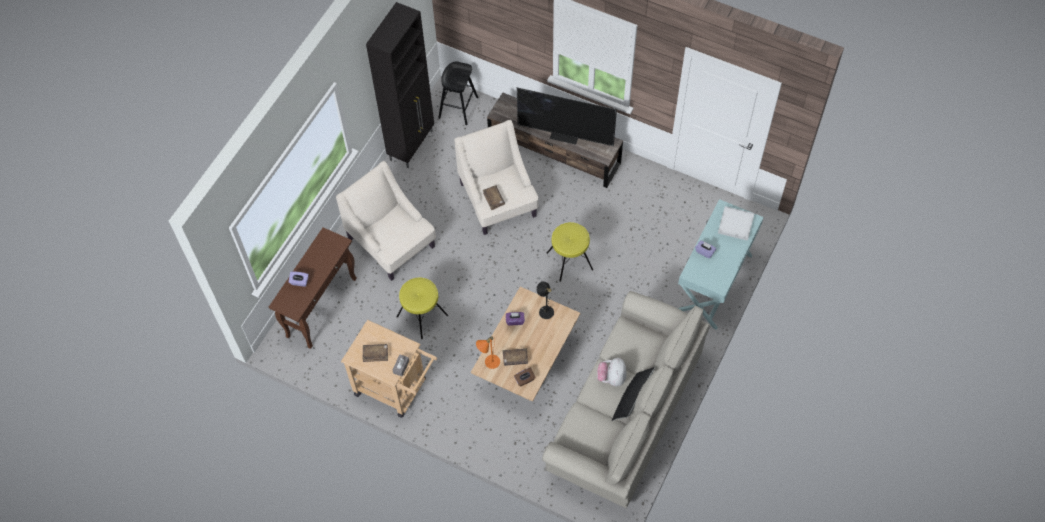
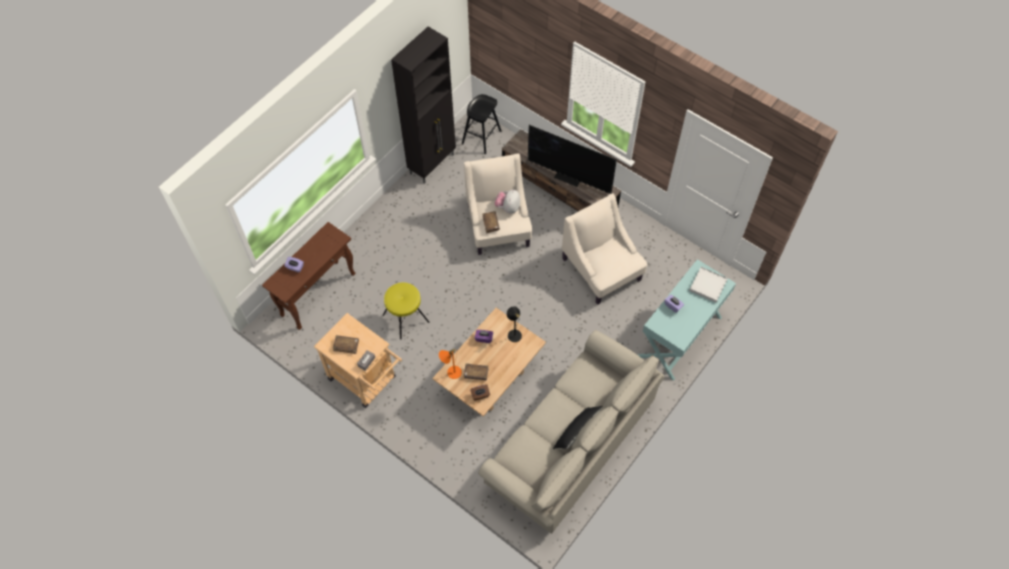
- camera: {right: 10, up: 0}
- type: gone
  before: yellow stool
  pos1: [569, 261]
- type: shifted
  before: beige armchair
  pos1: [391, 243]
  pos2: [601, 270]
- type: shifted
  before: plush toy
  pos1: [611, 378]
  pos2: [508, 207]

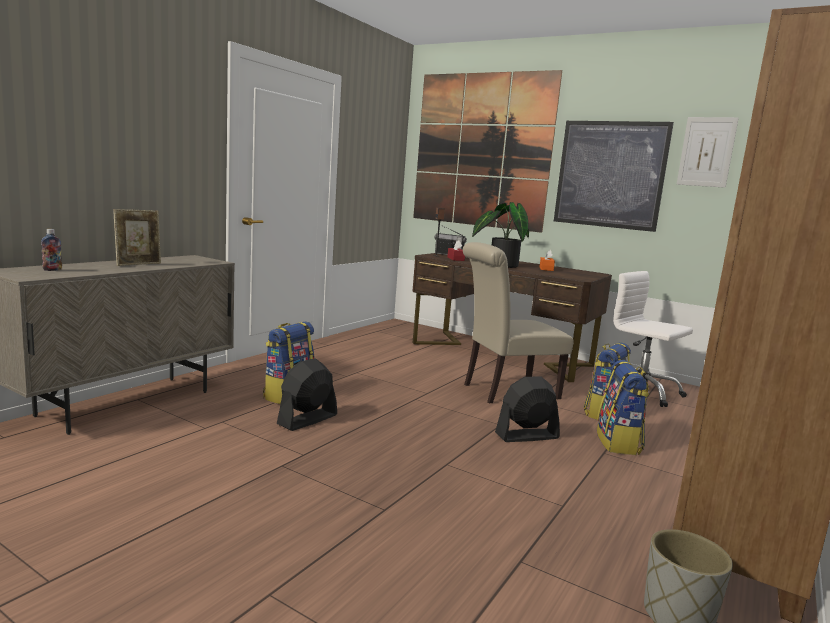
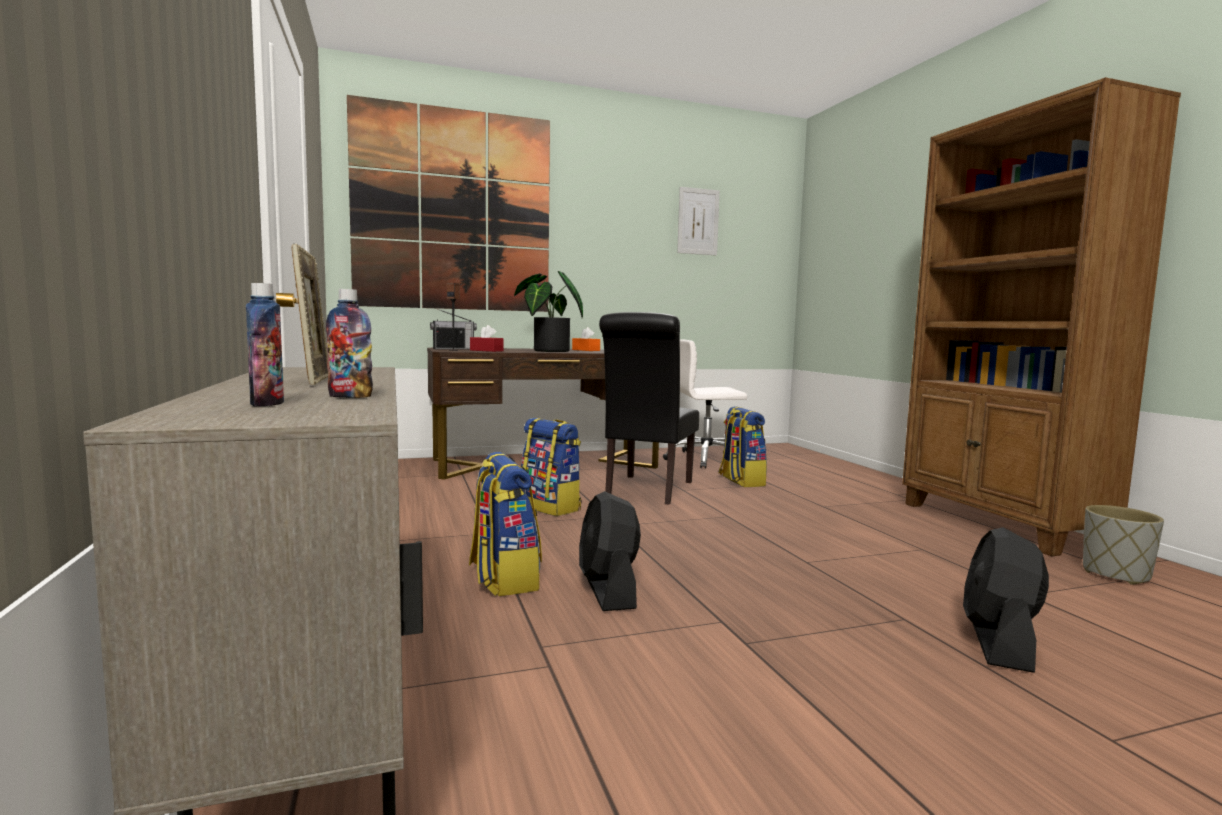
- camera: {right: -50, up: -5}
- type: gone
  before: picture
  pos1: [610, 174]
- type: new
  after: bottle
  pos2: [350, 396]
- type: shifted
  before: black fan
  pos1: [526, 436]
  pos2: [999, 643]
- type: shifted
  before: backpack
  pos1: [619, 443]
  pos2: [551, 507]
- type: repainted
  before: beige chair
  after: black chair
  pos1: [505, 391]
  pos2: [647, 491]

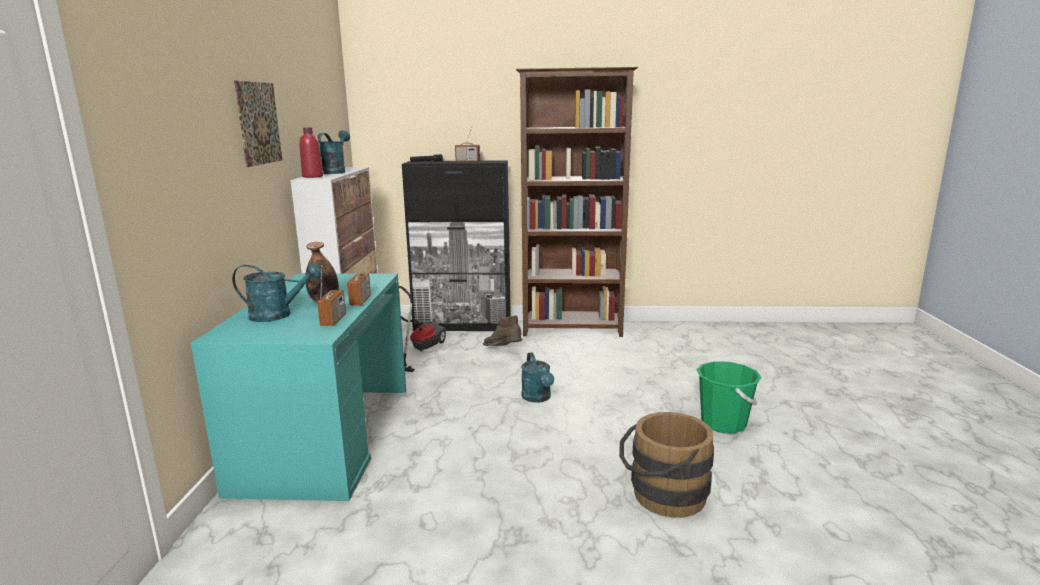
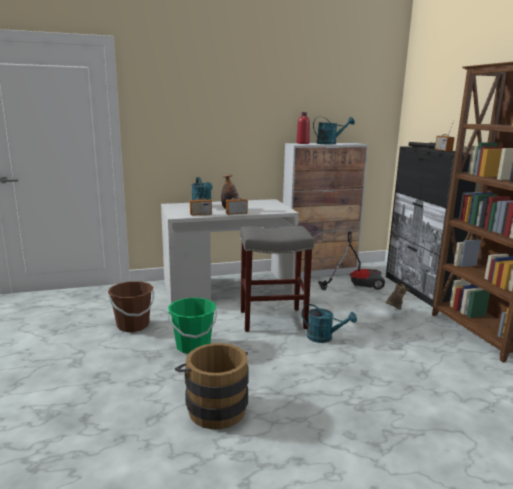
- camera: {right: 70, up: 0}
- type: gone
  before: picture
  pos1: [259, 123]
- type: new
  after: brown bucket
  pos2: [133, 325]
- type: new
  after: grey stool
  pos2: [272, 320]
- type: shifted
  before: green bucket
  pos1: [723, 423]
  pos2: [193, 346]
- type: repainted
  before: turquoise desk
  after: white desk
  pos1: [327, 436]
  pos2: [227, 287]
- type: rotated
  before: turquoise watering can
  pos1: [538, 398]
  pos2: [324, 338]
  turn: -120

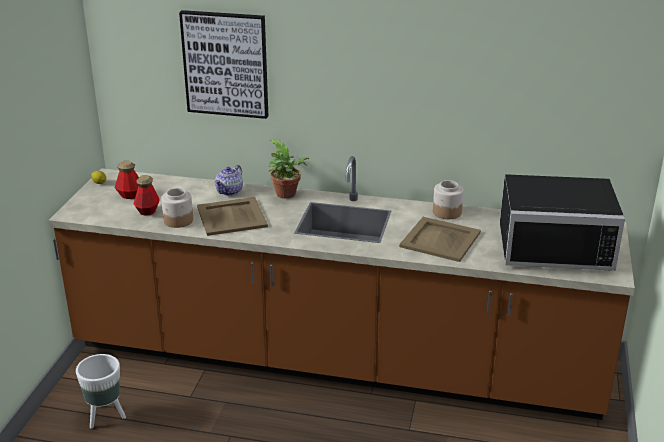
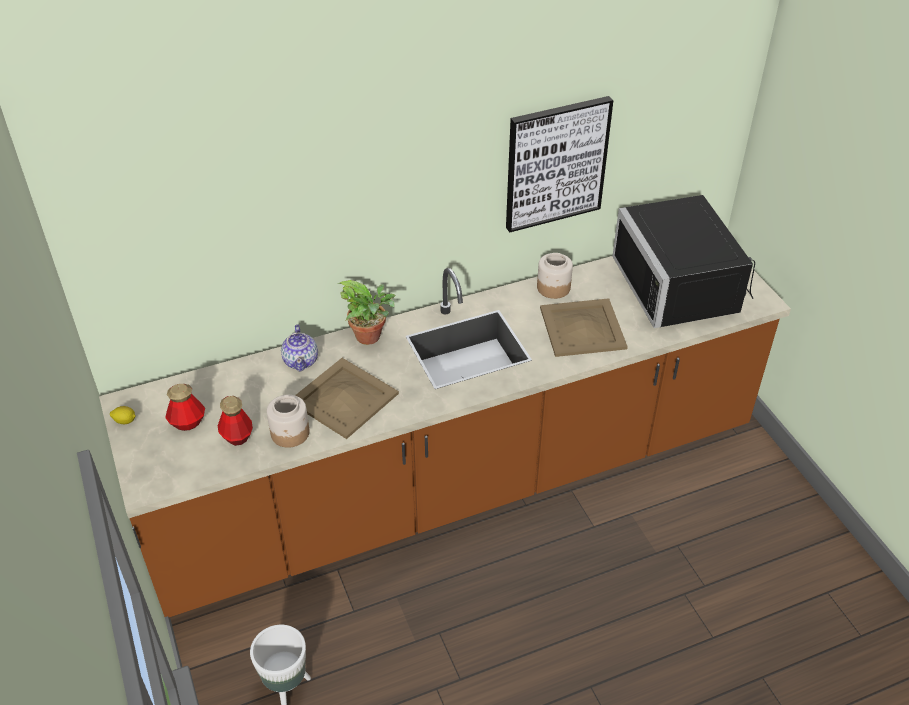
- camera: {right: -35, up: 15}
- type: shifted
  before: picture
  pos1: [226, 64]
  pos2: [555, 163]
- type: rotated
  before: black microwave
  pos1: [554, 244]
  pos2: [683, 286]
  turn: 105

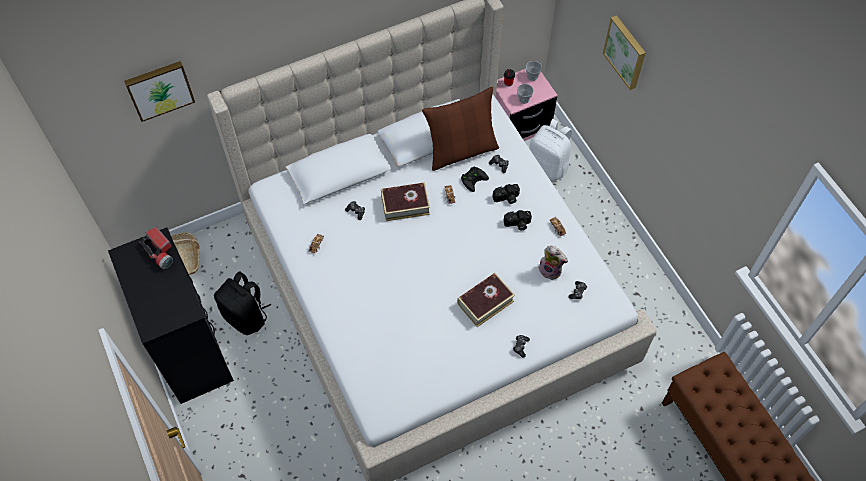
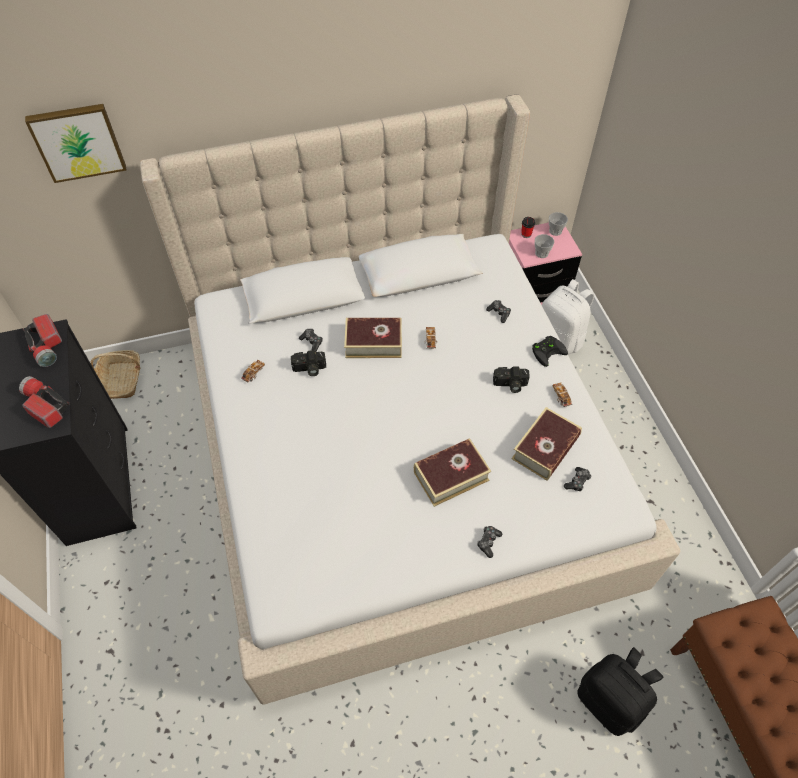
- camera: {right: 10, up: -5}
- type: gone
  before: brown pillow
  pos1: [461, 151]
- type: gone
  before: picture
  pos1: [626, 52]
- type: new
  after: flashlight
  pos2: [44, 406]
- type: shifted
  before: black backpack
  pos1: [246, 316]
  pos2: [610, 701]
- type: shifted
  before: black game controller
  pos1: [473, 178]
  pos2: [548, 351]
- type: shifted
  before: photo camera
  pos1: [506, 198]
  pos2: [309, 369]
- type: swapped
  before: plush toy
  after: book
  pos1: [551, 270]
  pos2: [545, 448]

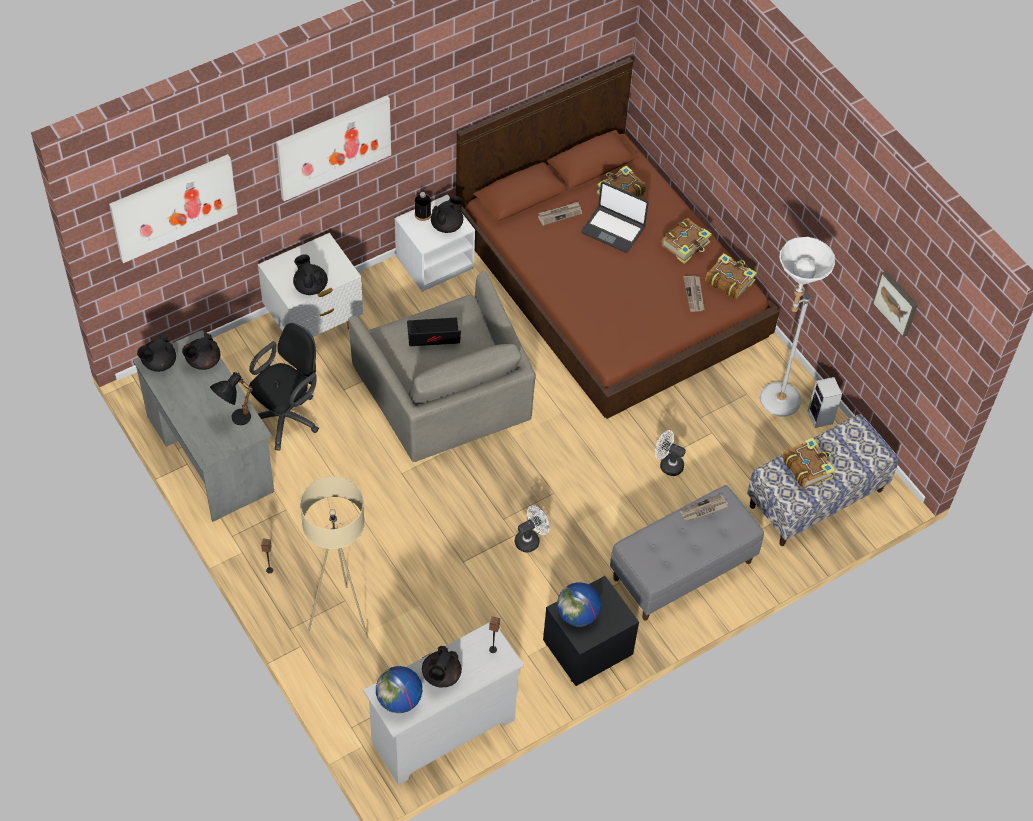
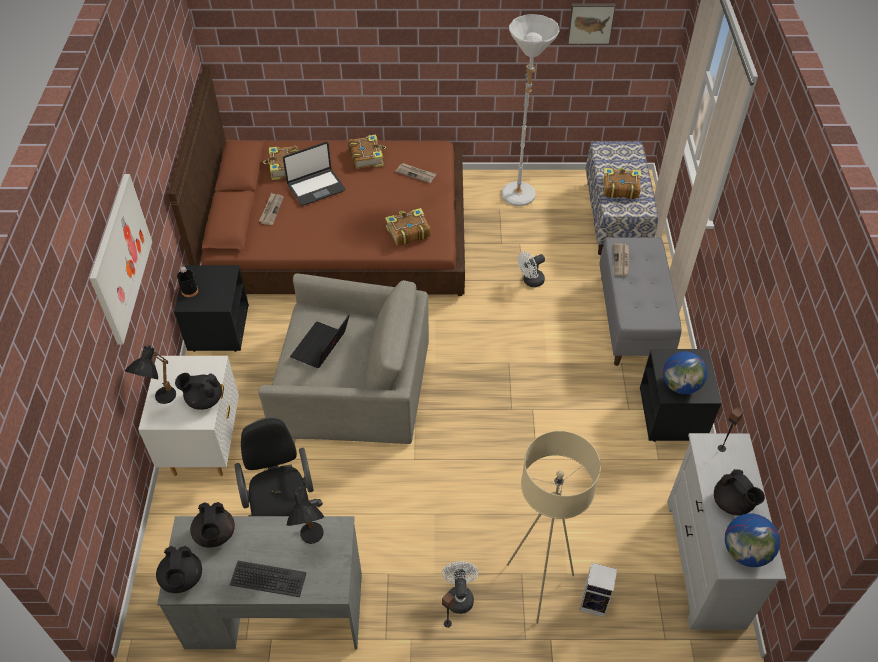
- camera: {right: -55, up: -5}
- type: gone
  before: picture
  pos1: [174, 207]
- type: gone
  before: black teapot
  pos1: [447, 225]
- type: new
  after: black table lamp
  pos2: [160, 401]
- type: new
  after: keyboard
  pos2: [268, 579]
- type: shifted
  before: white fan
  pos1: [530, 540]
  pos2: [459, 596]
- type: shifted
  before: book
  pos1: [729, 280]
  pos2: [407, 232]
- type: shifted
  before: speaker
  pos1: [821, 418]
  pos2: [595, 603]
- type: repainted
  before: white nightstand
  after: black nightstand
  pos1: [435, 262]
  pos2: [218, 327]

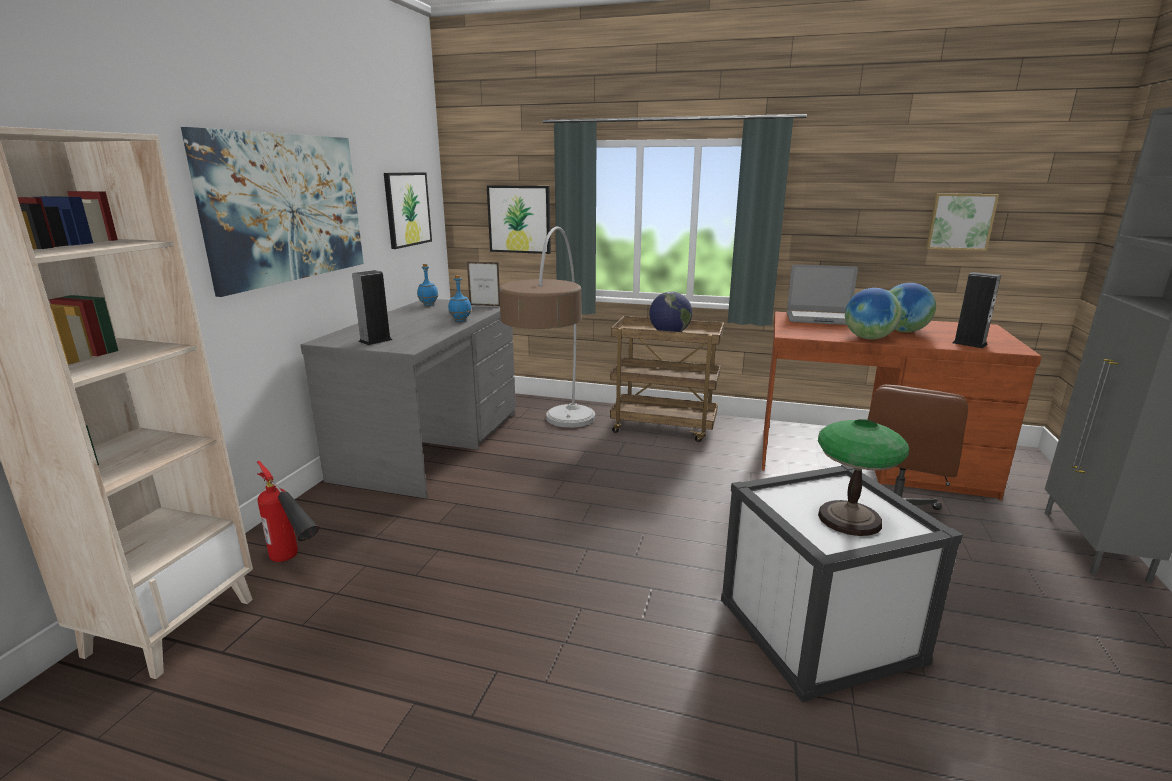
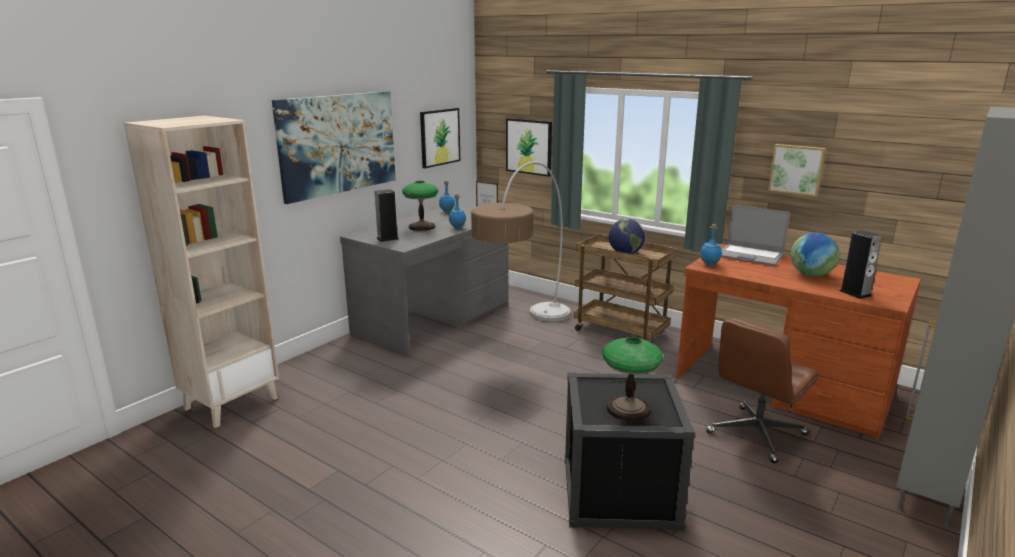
- camera: {right: 20, up: 0}
- type: gone
  before: fire extinguisher
  pos1: [295, 564]
- type: gone
  before: globe
  pos1: [868, 338]
- type: new
  after: table lamp
  pos2: [421, 227]
- type: new
  after: blue bottle
  pos2: [709, 264]
- type: shifted
  before: picture
  pos1: [960, 221]
  pos2: [796, 169]
- type: repainted
  before: white storage box
  after: black storage box
  pos1: [818, 630]
  pos2: [619, 492]

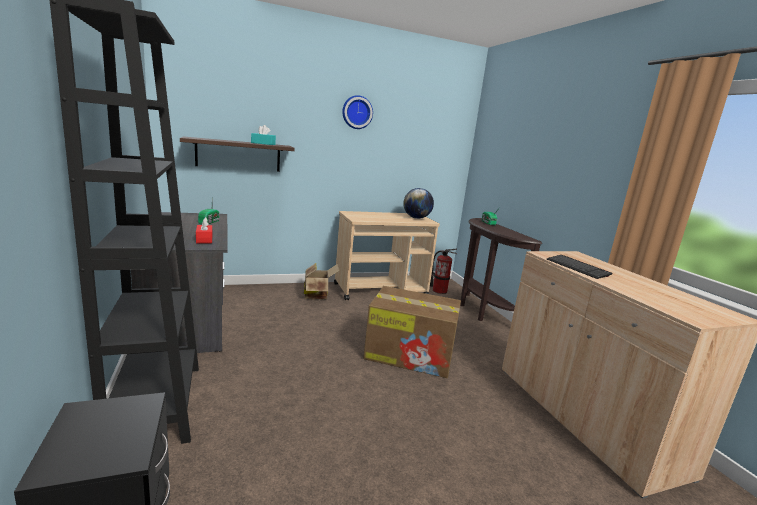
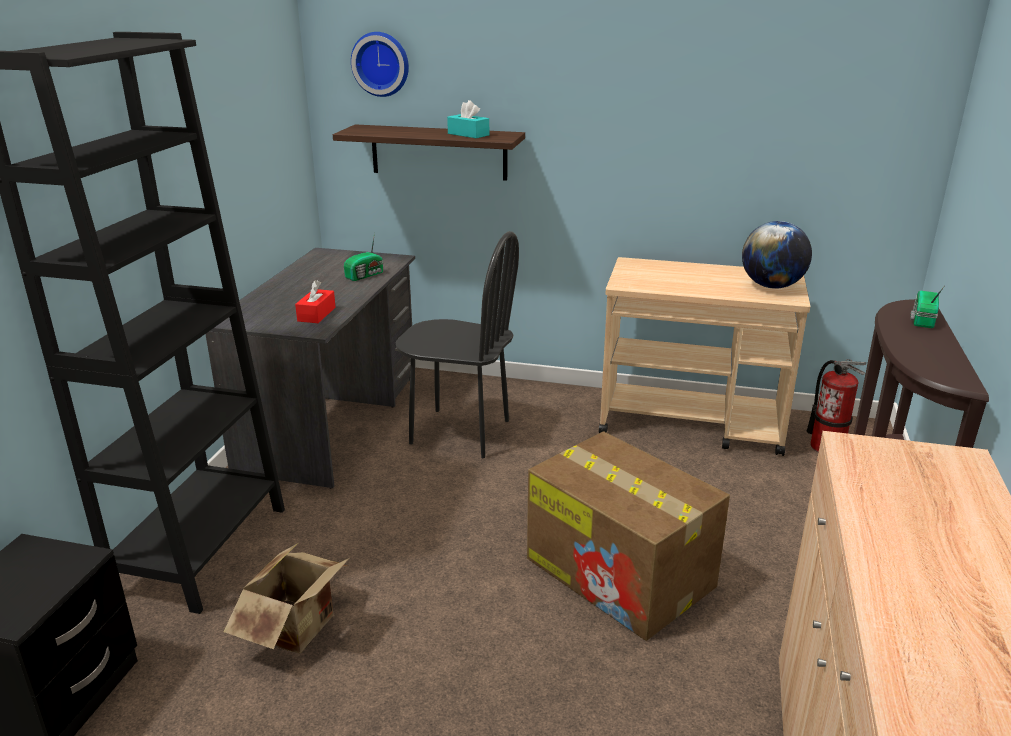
- camera: {right: 35, up: 10}
- type: gone
  before: keyboard
  pos1: [577, 268]
- type: new
  after: black chair
  pos2: [459, 432]
- type: shifted
  before: cardboard box
  pos1: [317, 295]
  pos2: [300, 628]
- type: shifted
  before: wall clock
  pos1: [357, 112]
  pos2: [381, 64]

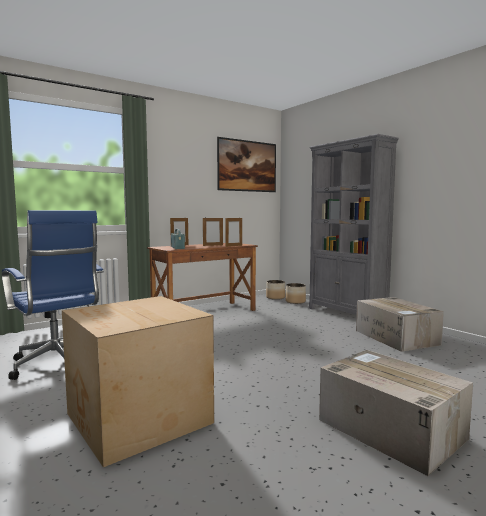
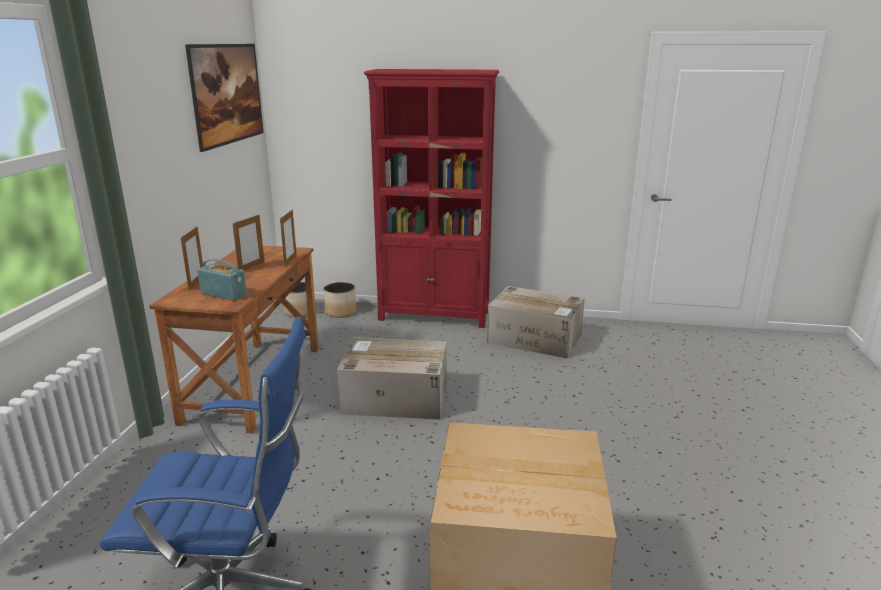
- camera: {right: -45, up: 15}
- type: shifted
  before: cardboard box
  pos1: [388, 428]
  pos2: [394, 397]
- type: repainted
  before: grey bookcase
  after: red bookcase
  pos1: [346, 314]
  pos2: [435, 316]

